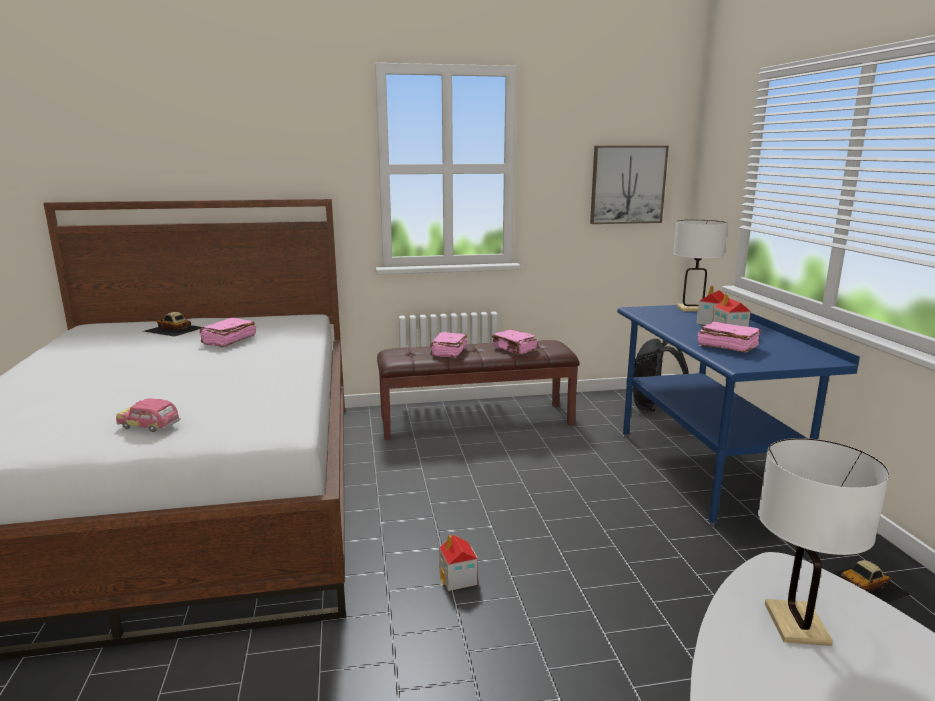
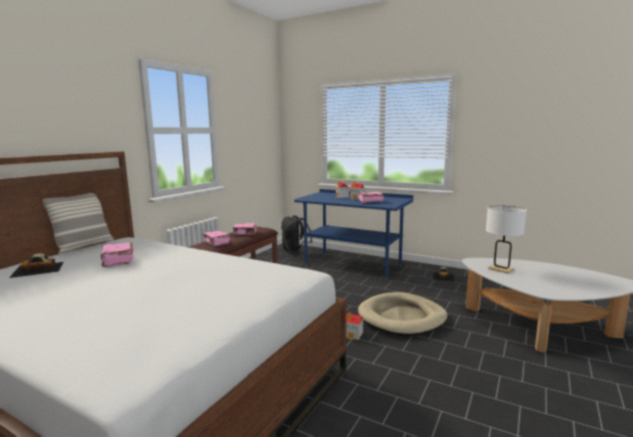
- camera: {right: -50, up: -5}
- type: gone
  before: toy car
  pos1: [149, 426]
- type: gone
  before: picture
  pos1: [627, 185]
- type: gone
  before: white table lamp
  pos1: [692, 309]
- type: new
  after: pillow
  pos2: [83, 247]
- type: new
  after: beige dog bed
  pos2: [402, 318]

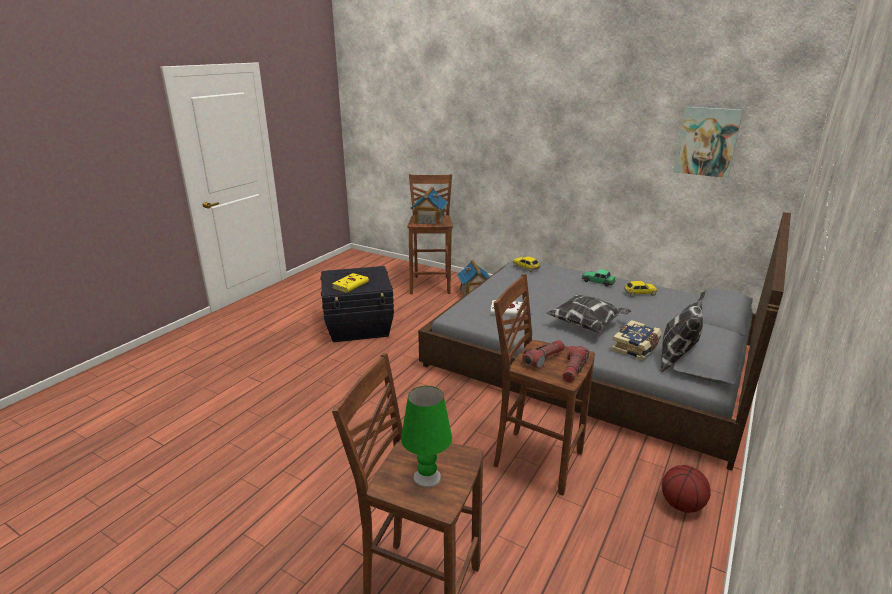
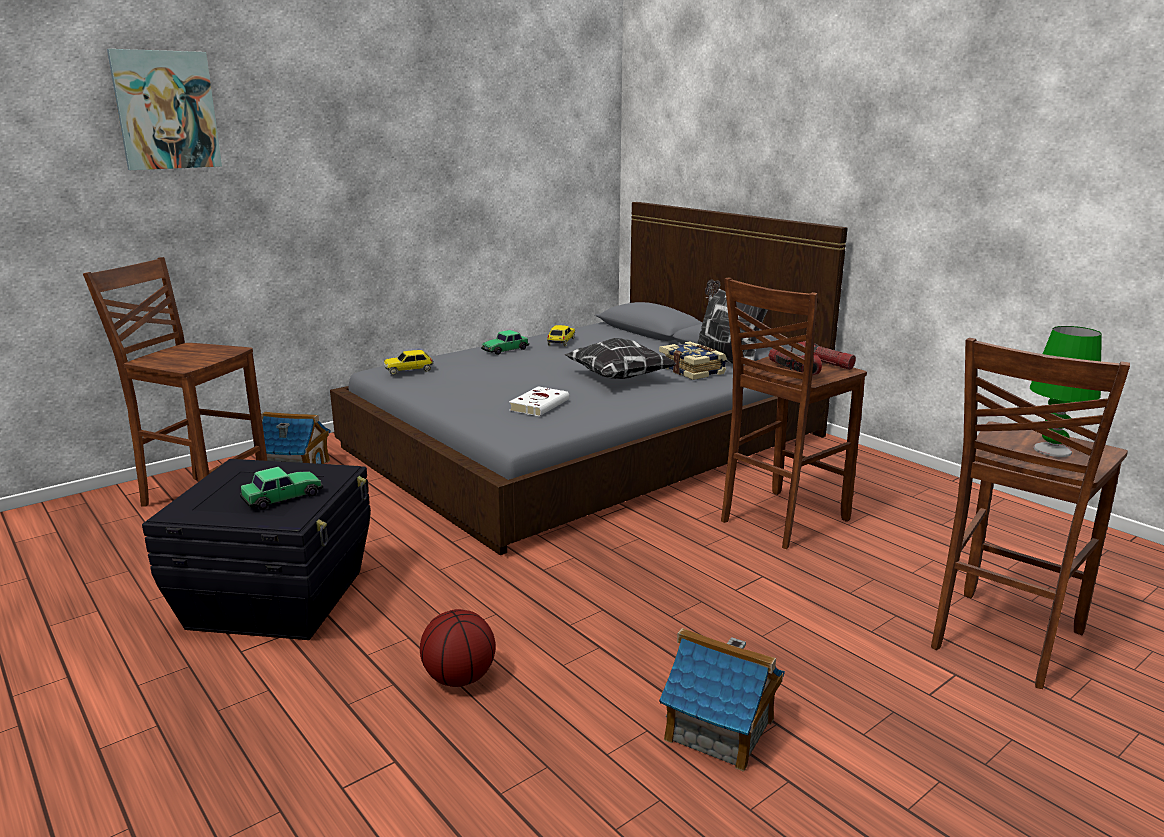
- camera: {right: -70, up: -5}
- type: shifted
  before: toy house
  pos1: [429, 221]
  pos2: [720, 730]
- type: shifted
  before: basketball
  pos1: [681, 505]
  pos2: [459, 679]
- type: shifted
  before: picture
  pos1: [707, 141]
  pos2: [166, 110]
- type: swapped
  before: yellow book
  after: toy car
  pos1: [351, 284]
  pos2: [283, 497]

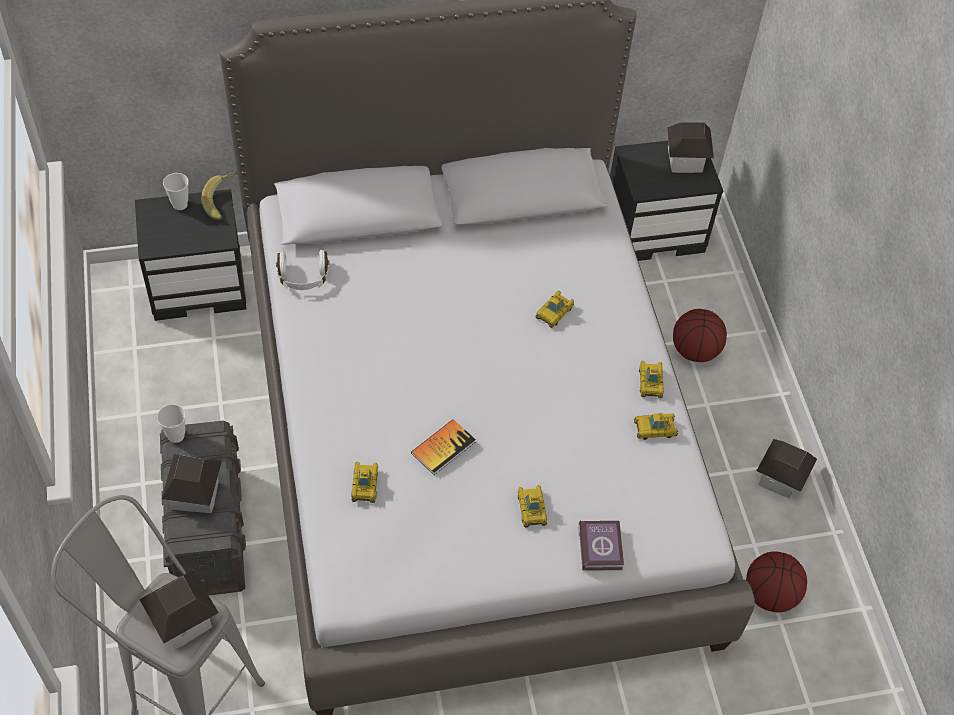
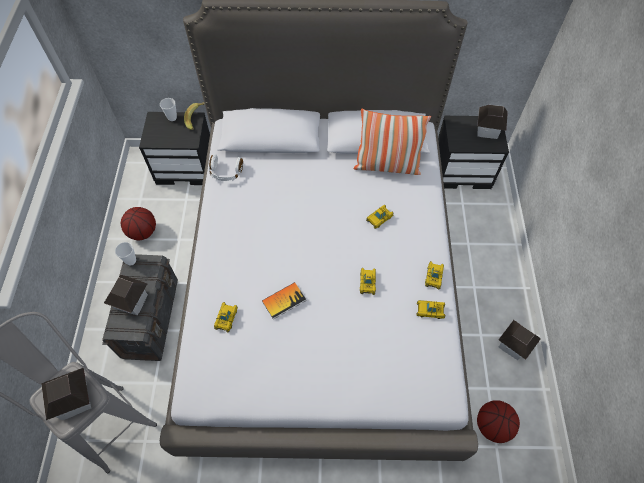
- camera: {right: 15, up: 5}
- type: gone
  before: book
  pos1: [601, 546]
- type: new
  after: pillow
  pos2: [387, 165]
- type: shifted
  before: toy car
  pos1: [531, 508]
  pos2: [367, 282]
- type: shifted
  before: basketball
  pos1: [695, 350]
  pos2: [143, 232]

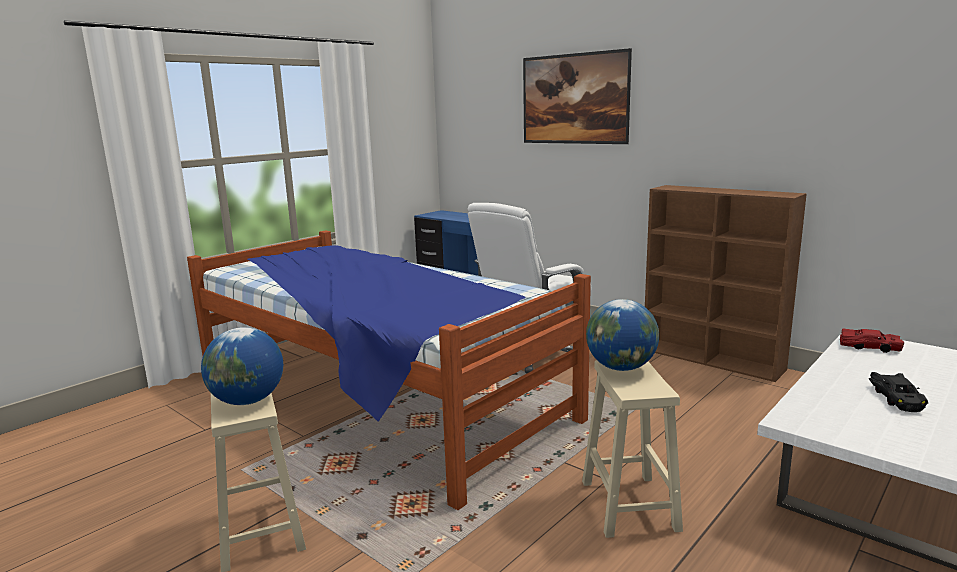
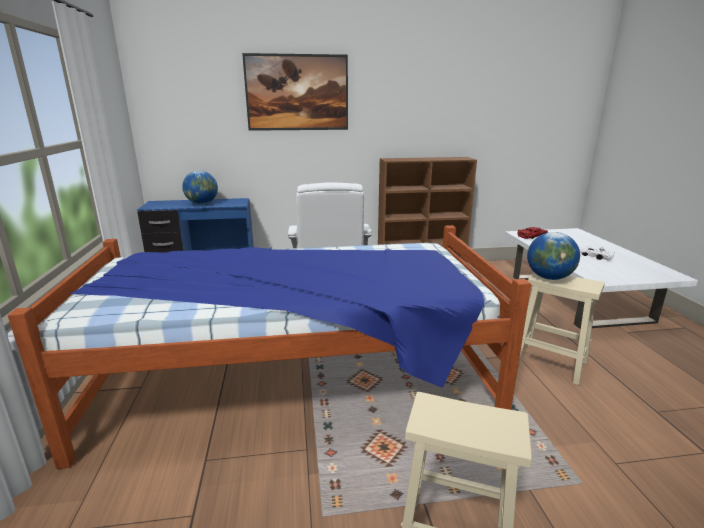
- camera: {right: -50, up: 5}
- type: shifted
  before: globe
  pos1: [247, 401]
  pos2: [202, 204]
- type: repainted
  before: black toy car
  after: white toy car
  pos1: [896, 399]
  pos2: [594, 256]

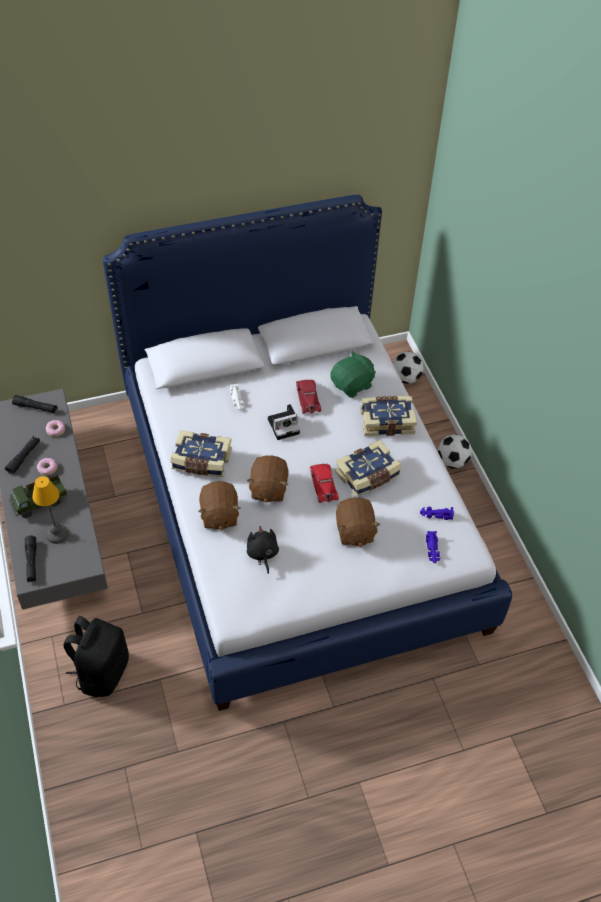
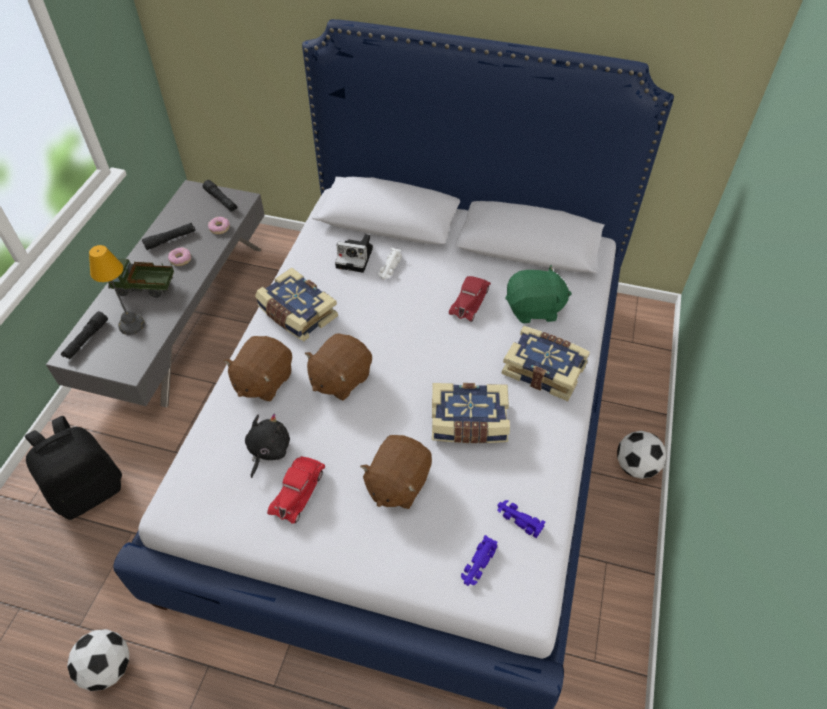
- camera: {right: 35, up: 0}
- type: shifted
  before: photo camera
  pos1: [284, 425]
  pos2: [356, 258]
- type: shifted
  before: red toy car
  pos1: [323, 485]
  pos2: [298, 491]
- type: shifted
  before: football
  pos1: [405, 378]
  pos2: [108, 667]

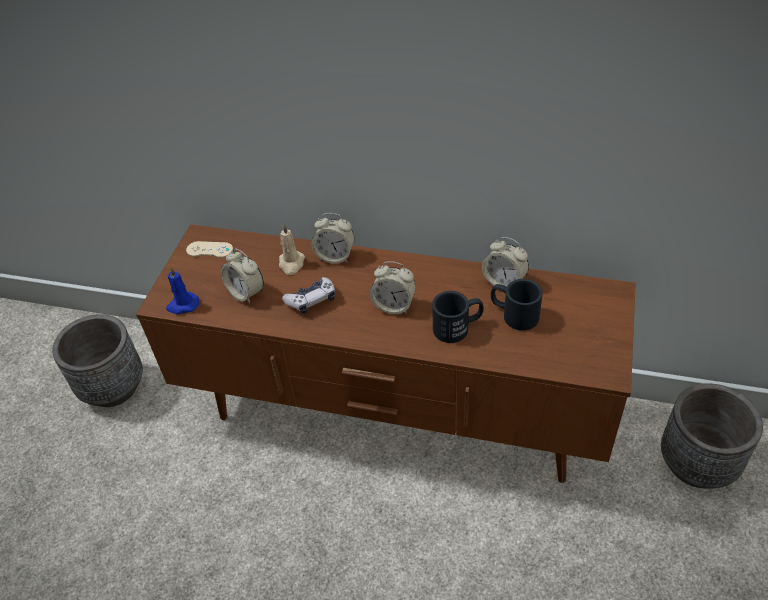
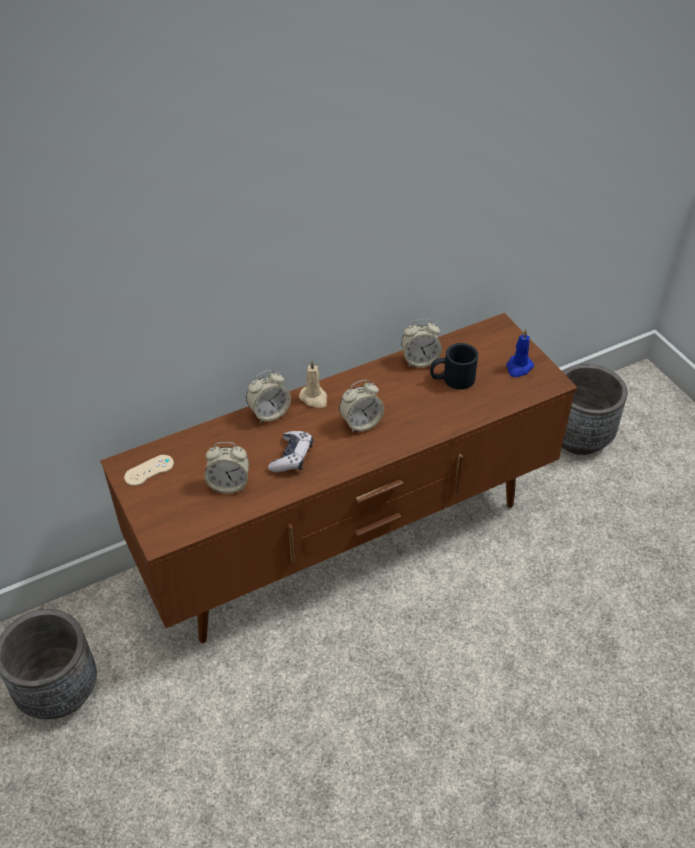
- camera: {right: -45, up: 0}
- type: gone
  before: black mug
  pos1: [458, 327]
- type: shifted
  before: blue candle
  pos1: [182, 305]
  pos2: [518, 367]
- type: shifted
  before: beige candle
  pos1: [291, 264]
  pos2: [314, 398]

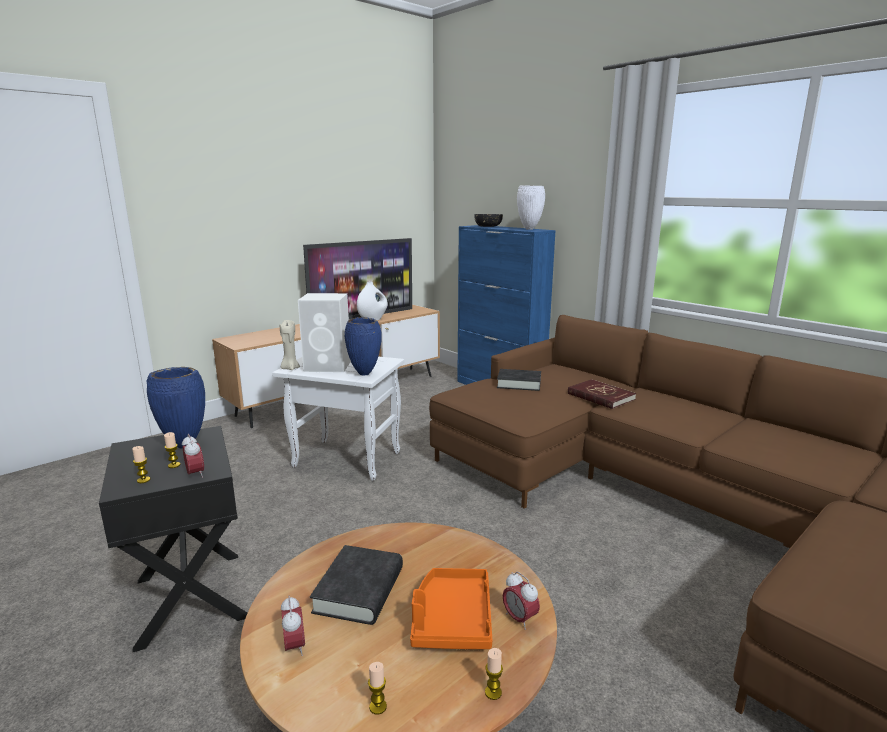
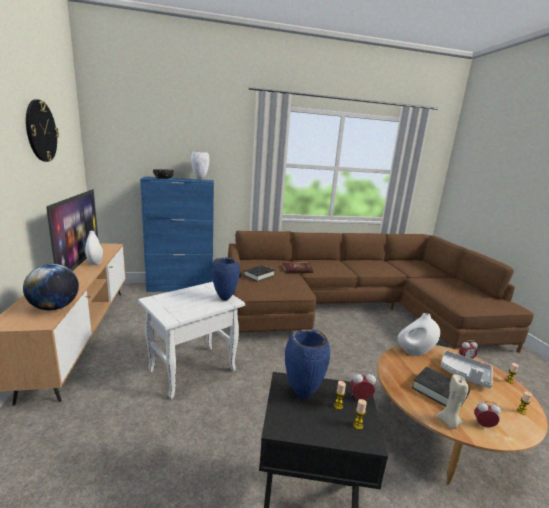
- camera: {right: -60, up: 0}
- type: gone
  before: white speaker
  pos1: [329, 366]
- type: new
  after: globe
  pos2: [55, 307]
- type: new
  after: wall clock
  pos2: [41, 131]
- type: new
  after: white vase
  pos2: [415, 352]
- type: shifted
  before: beige candle
  pos1: [290, 368]
  pos2: [448, 422]
- type: repainted
  before: orange tray
  after: grey tray
  pos1: [452, 619]
  pos2: [465, 374]

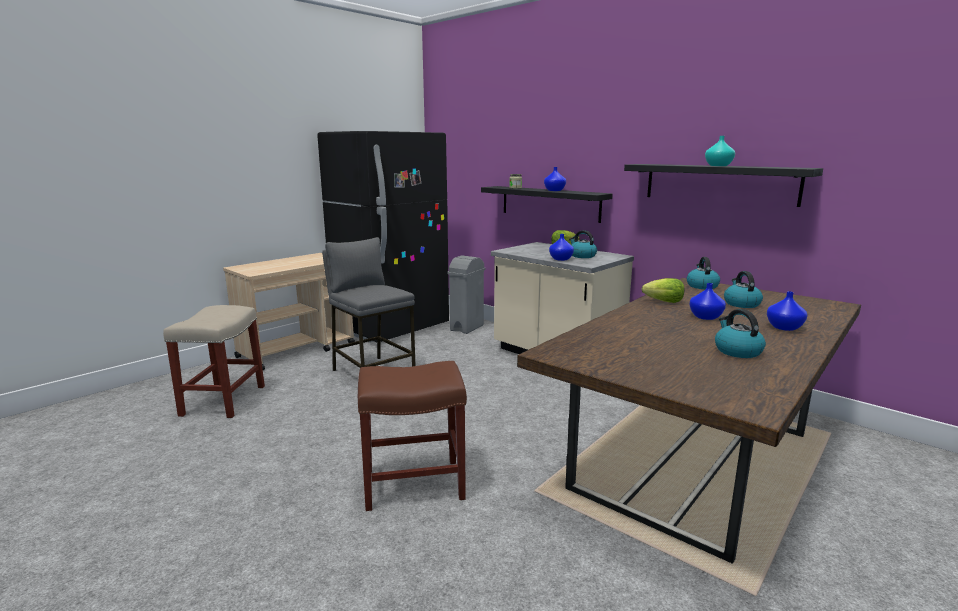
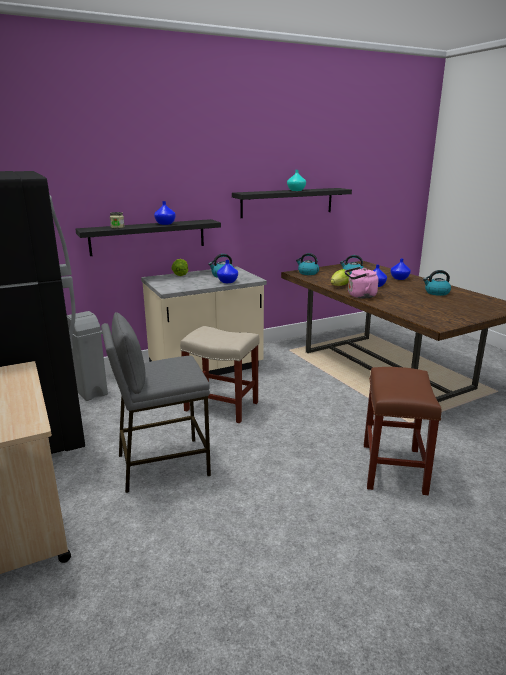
- camera: {right: -70, up: 5}
- type: new
  after: pink kettle
  pos2: [360, 296]
- type: shifted
  before: beige stool
  pos1: [223, 401]
  pos2: [222, 406]

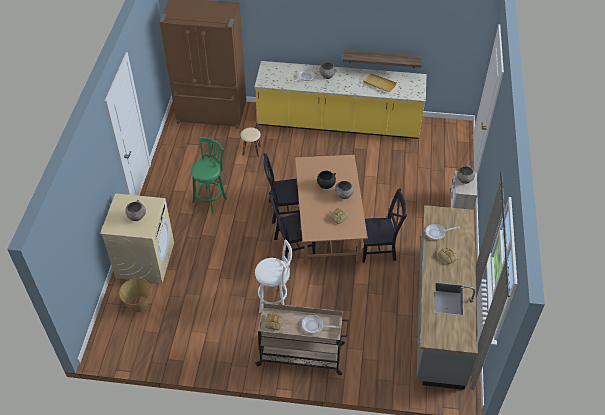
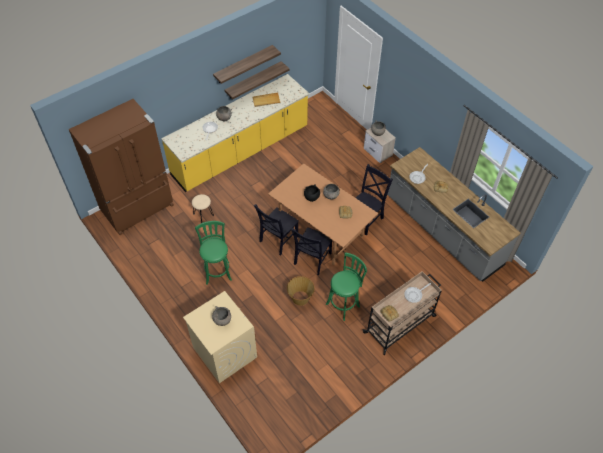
- camera: {right: -45, up: 5}
- type: new
  after: shelf
  pos2: [243, 64]
- type: shifted
  before: basket
  pos1: [138, 304]
  pos2: [300, 298]
- type: repainted
  before: white stool
  after: green stool
  pos1: [275, 300]
  pos2: [344, 304]

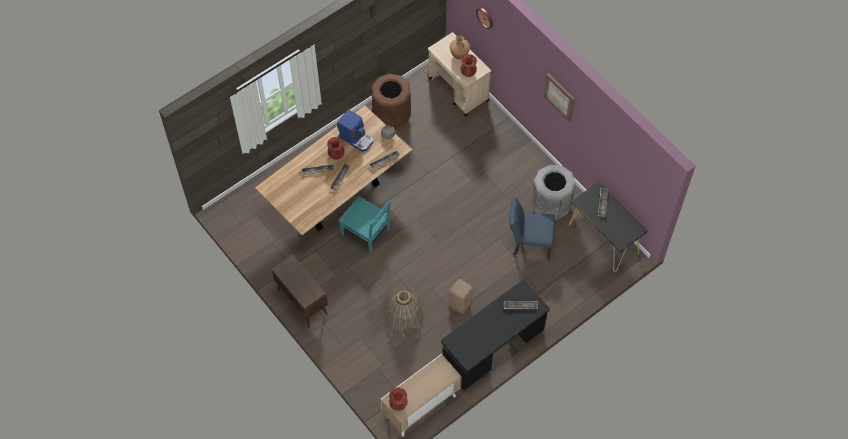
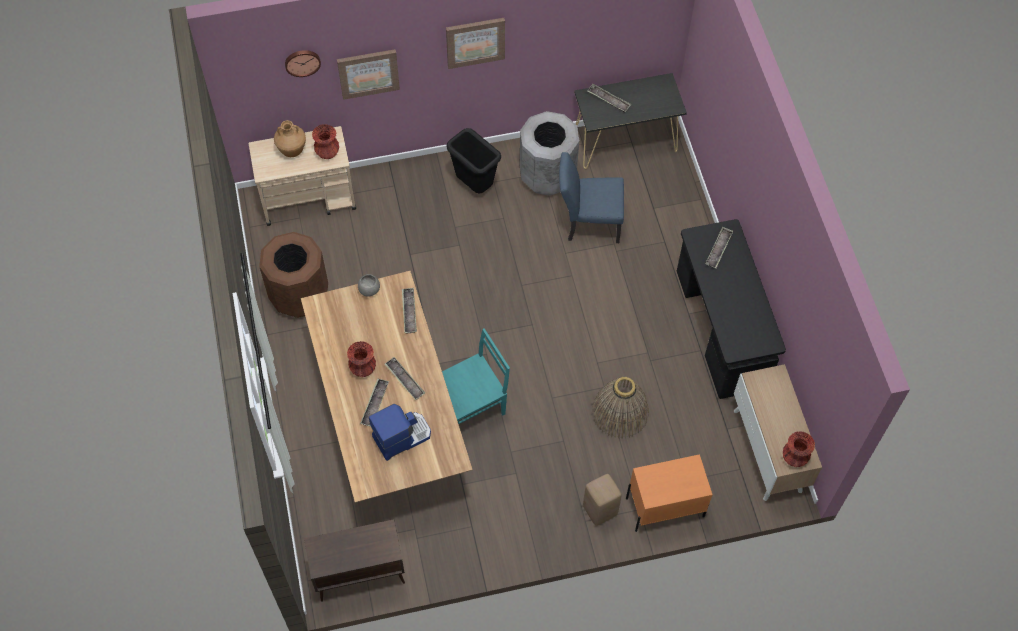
- camera: {right: -65, up: 0}
- type: new
  after: picture
  pos2: [368, 73]
- type: new
  after: black trash can
  pos2: [474, 185]
- type: new
  after: orange nightstand
  pos2: [664, 507]
- type: shifted
  before: brown cabinet
  pos1: [302, 302]
  pos2: [359, 575]
- type: shifted
  before: coffee machine
  pos1: [356, 138]
  pos2: [401, 436]
- type: shifted
  before: beige stool
  pos1: [460, 304]
  pos2: [599, 510]
- type: rotated
  before: blue chair
  pos1: [528, 243]
  pos2: [588, 223]
  turn: 60

